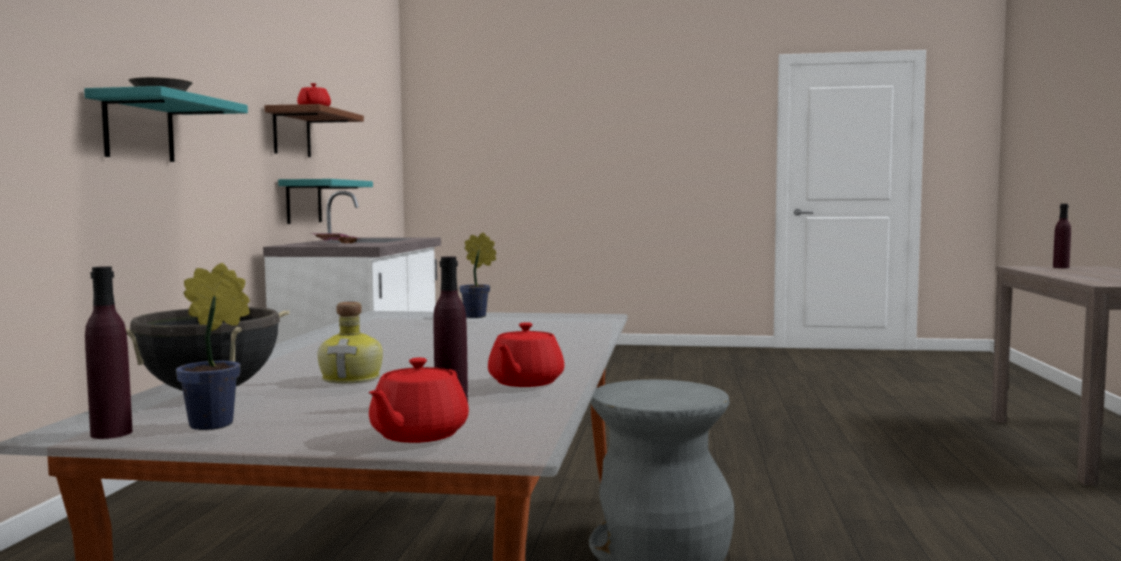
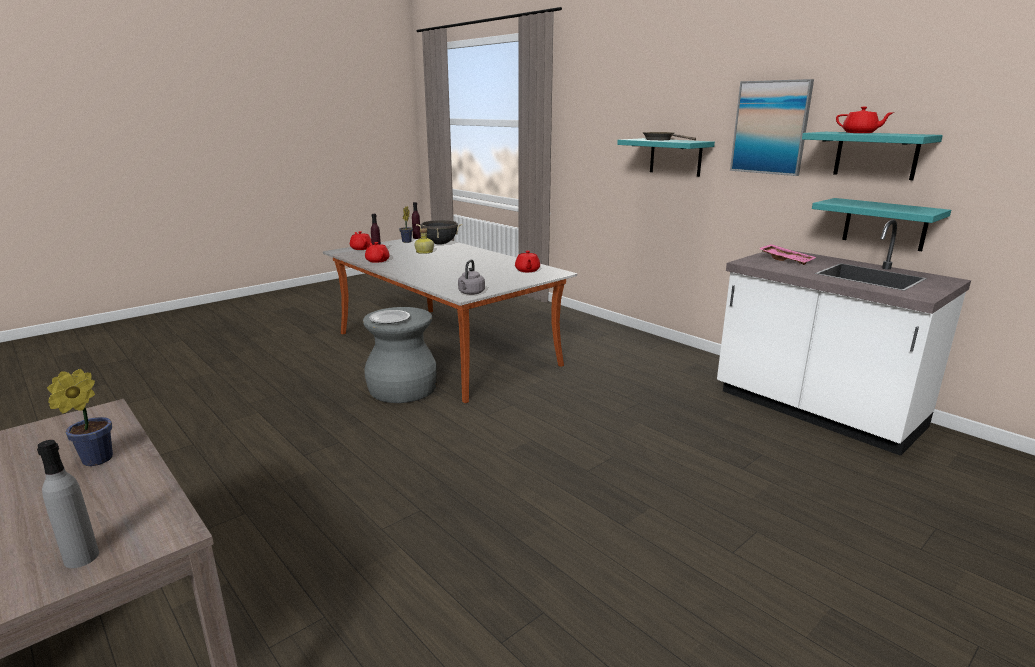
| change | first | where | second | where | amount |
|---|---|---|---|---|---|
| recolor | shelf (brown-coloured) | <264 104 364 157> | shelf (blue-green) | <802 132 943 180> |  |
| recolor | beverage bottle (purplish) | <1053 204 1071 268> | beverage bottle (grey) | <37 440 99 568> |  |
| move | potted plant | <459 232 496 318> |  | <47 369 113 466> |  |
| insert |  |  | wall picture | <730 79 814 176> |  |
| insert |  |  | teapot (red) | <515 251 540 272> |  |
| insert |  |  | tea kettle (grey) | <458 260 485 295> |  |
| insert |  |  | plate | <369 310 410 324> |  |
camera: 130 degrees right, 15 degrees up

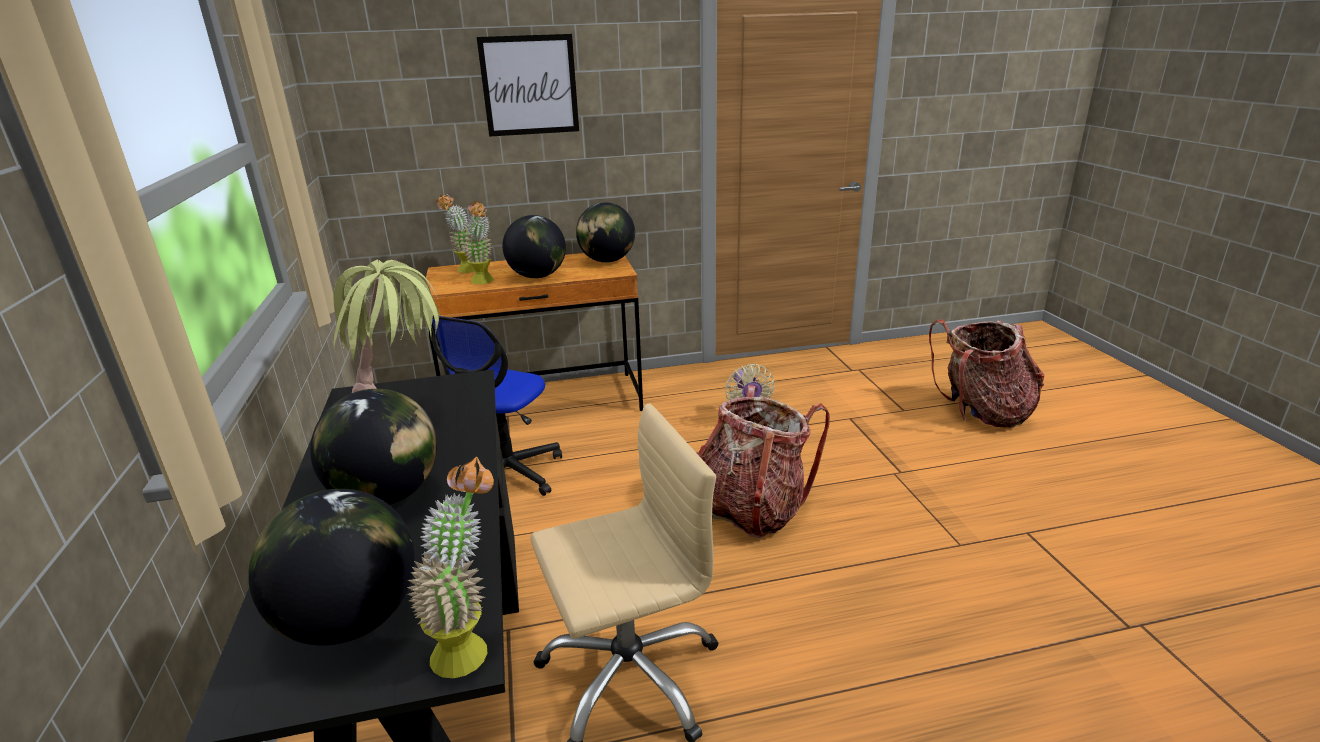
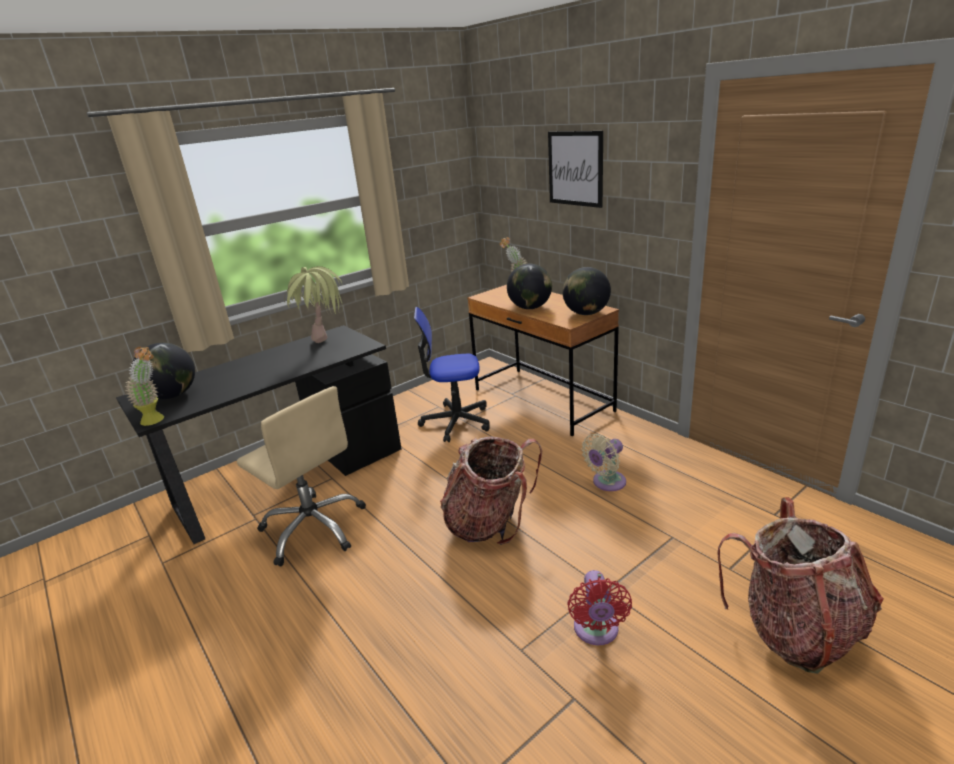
| change | first | where | second | where | amount |
|---|---|---|---|---|---|
| delete | potted plant | <462 201 494 284> |  |  |  |
| delete | desk globe | <310 389 437 505> |  |  |  |
| insert |  |  | fan (red) | <567 570 632 645> |  |
camera: 65 degrees right, 0 degrees up

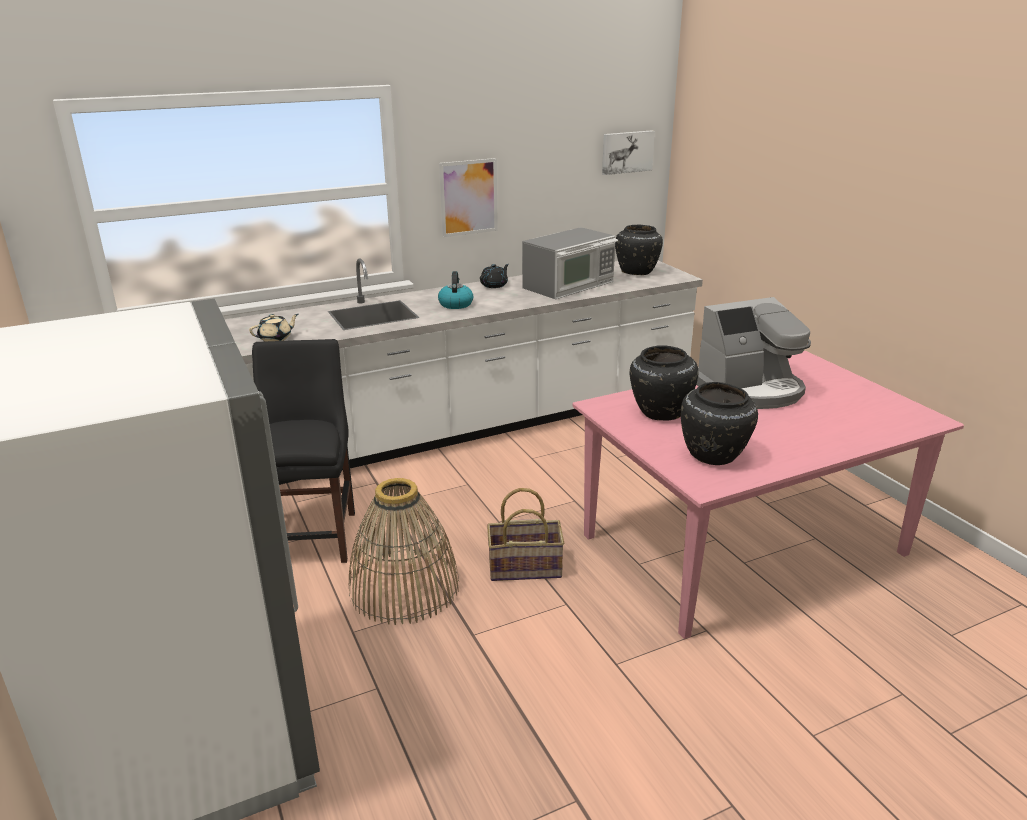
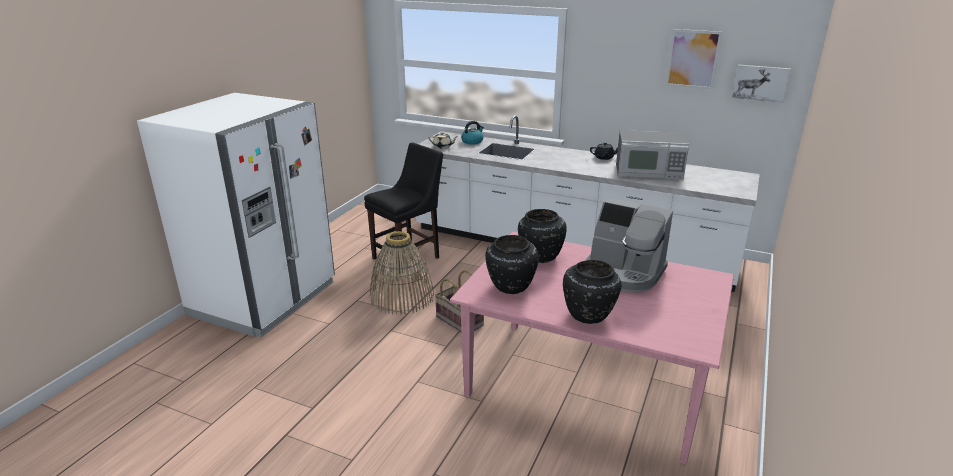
| change | first | where | second | where | amount |
|---|---|---|---|---|---|
| move | wall picture | <439 158 498 237> |  | <665 29 722 90> |  |
| move | vase (black) | <615 225 663 275> |  | <563 260 621 324> |  |
| move | tea kettle | <438 271 473 309> |  | <461 121 484 145> |  |
camera: 50 degrees right, 0 degrees up

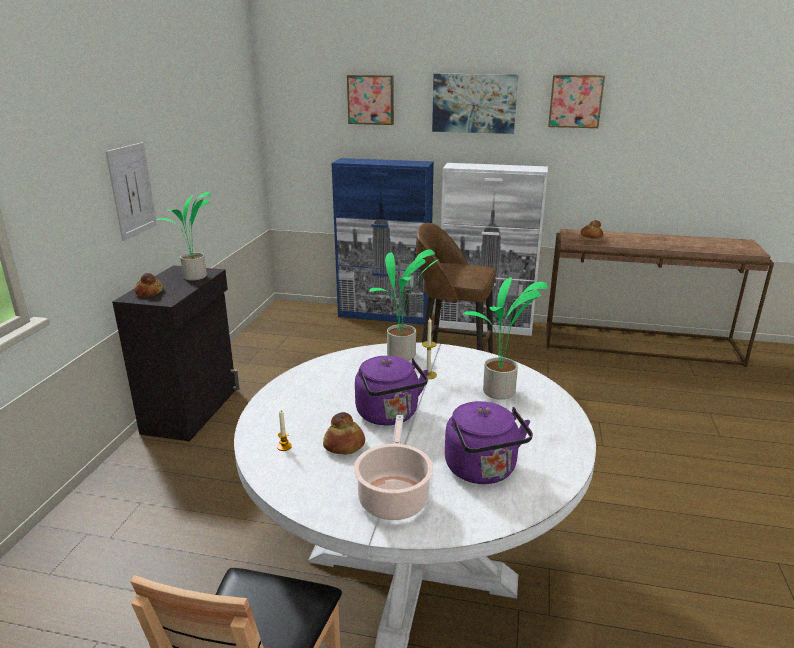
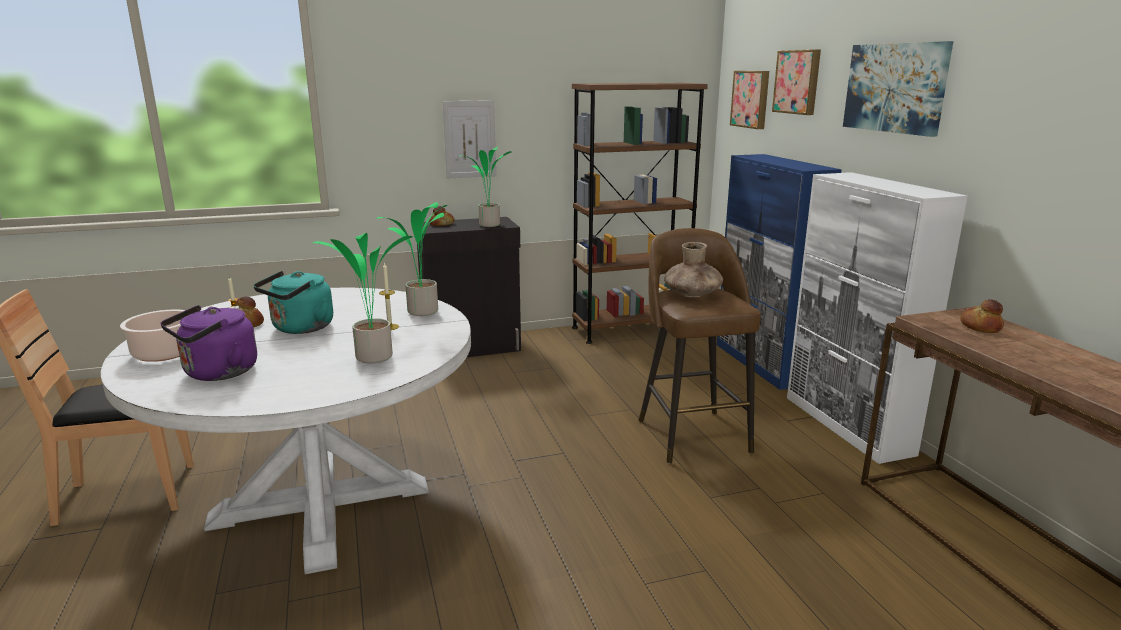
| change | first | where | second | where | amount |
|---|---|---|---|---|---|
| move | wall picture | <548 75 605 128> |  | <730 71 769 129> |  |
| recolor | tea kettle (purplish) | <355 356 429 425> | tea kettle (blue-green) | <253 271 333 334> |  |
| insert |  |  | bookshelf (brown-coloured) | <572 83 708 344> |  |
| insert |  |  | vase (brown-coloured) | <664 242 723 297> |  |
camera: 60 degrees right, 5 degrees down

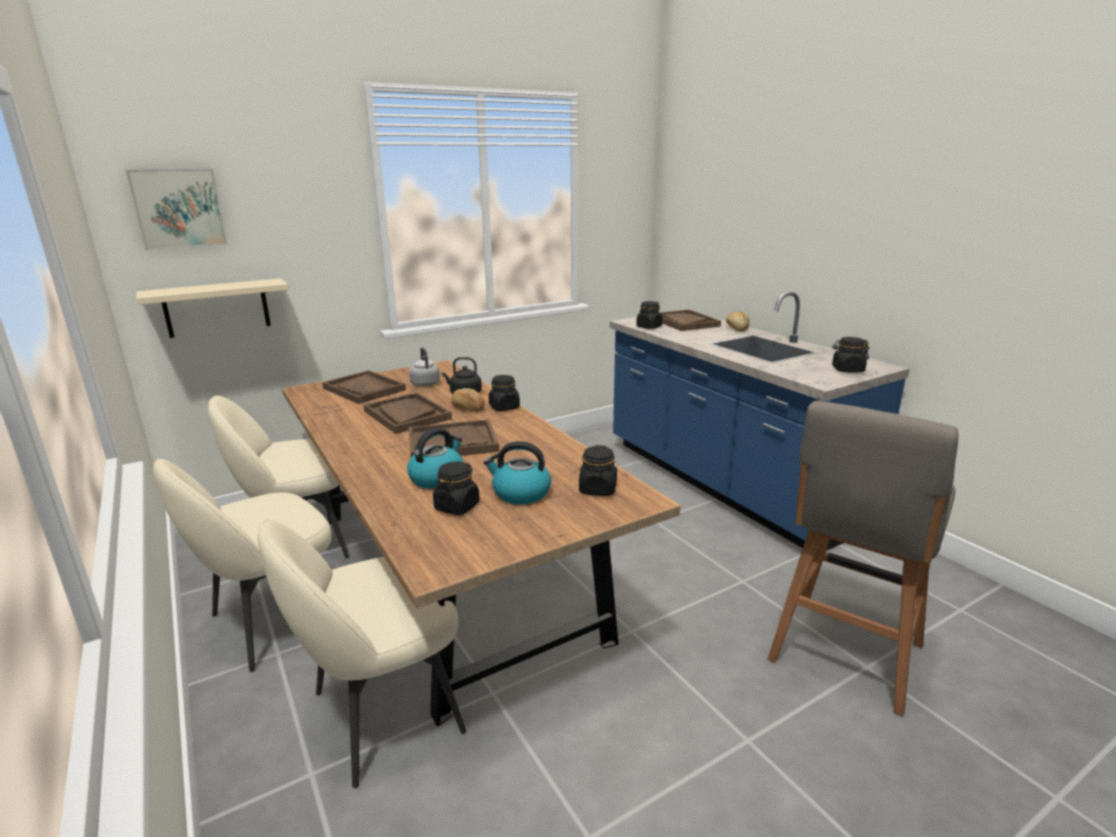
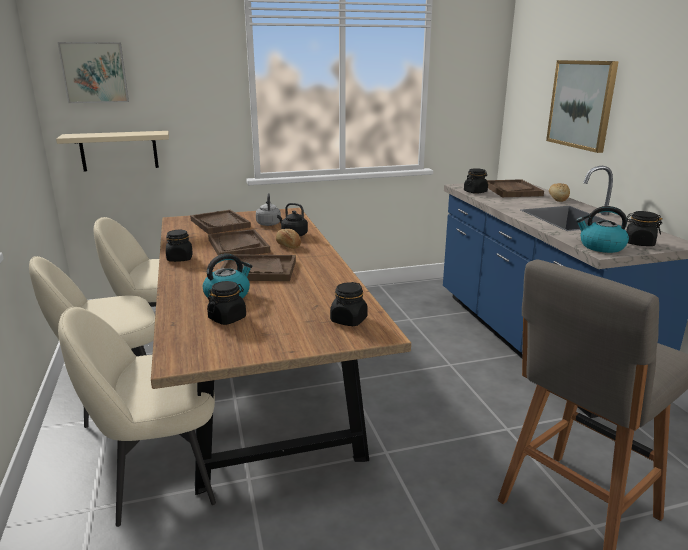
| change | first | where | second | where | amount |
|---|---|---|---|---|---|
| move | jar (black) | <489 375 520 411> |  | <166 229 193 262> |  |
| move | tea kettle | <483 441 551 505> |  | <576 206 629 253> |  |
| insert |  |  | wall picture | <546 60 619 153> |  |
camera: 15 degrees right, 0 degrees up

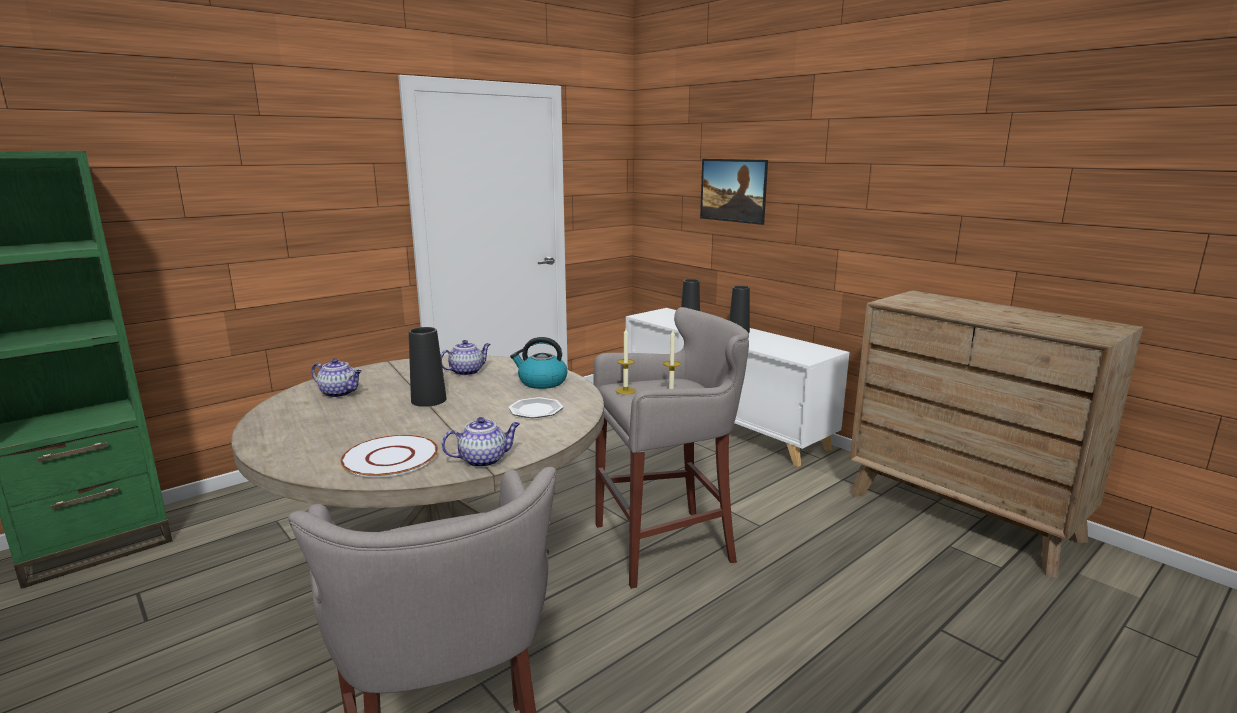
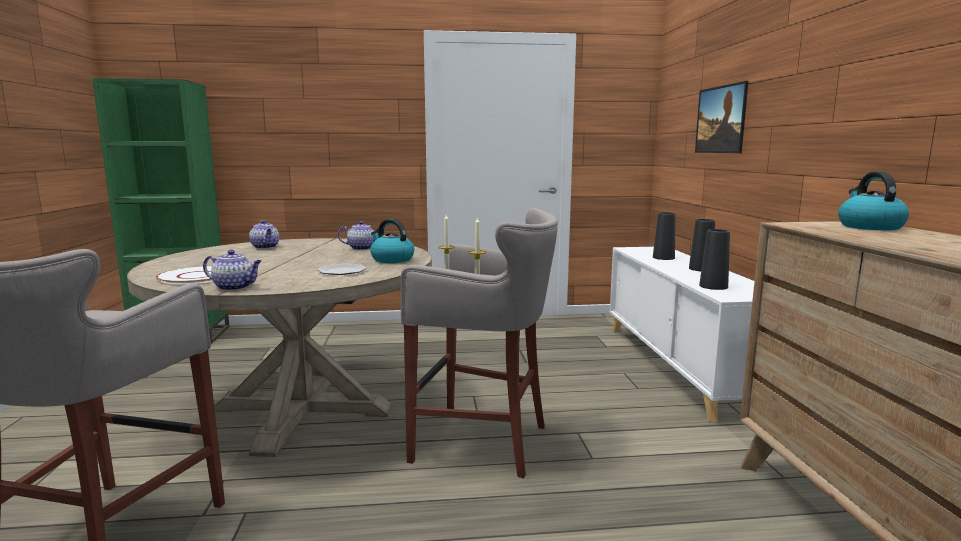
| change | first | where | second | where | amount |
|---|---|---|---|---|---|
| move | vase (black) | <409 327 447 407> |  | <699 229 730 290> |  |
| insert |  |  | tea kettle | <838 171 909 230> |  |
camera: 35 degrees right, 5 degrees down

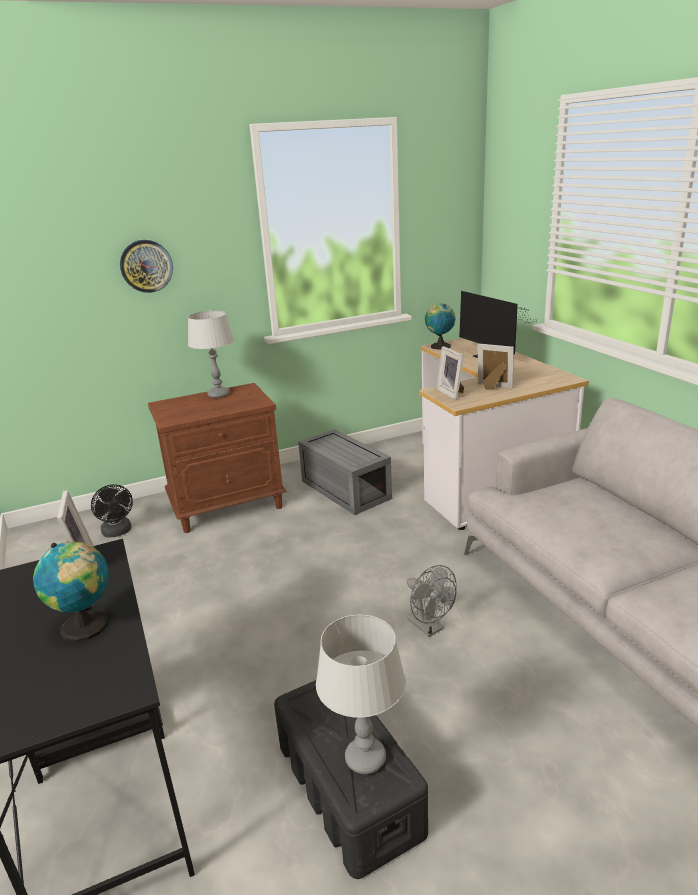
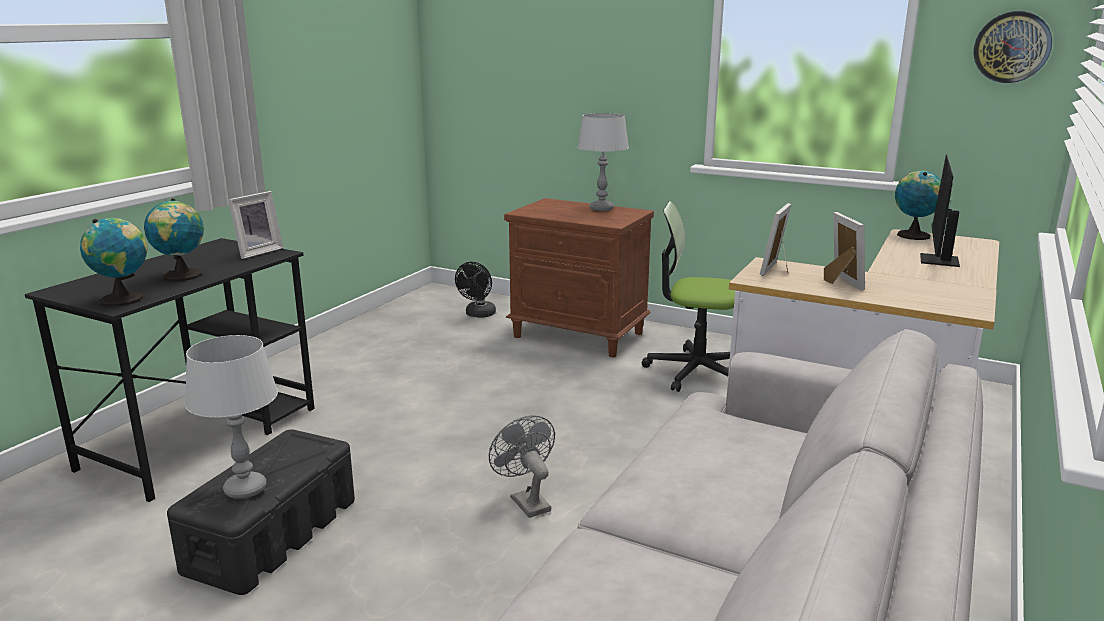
| change | first | where | second | where | amount |
|---|---|---|---|---|---|
| move | clock on the wall | <120 240 173 293> |  | <974 11 1052 83> |  |
| replace | storage bin (grey) | <298 429 392 515> | computer chair | <642 201 735 392> |  |
| rotate | fan (grey) | <407 565 457 637> |  | <489 415 555 518> | 135 degrees clockwise |
| insert |  |  | desk globe | <80 218 147 307> |  |
camera: 50 degrees right, 5 degrees down

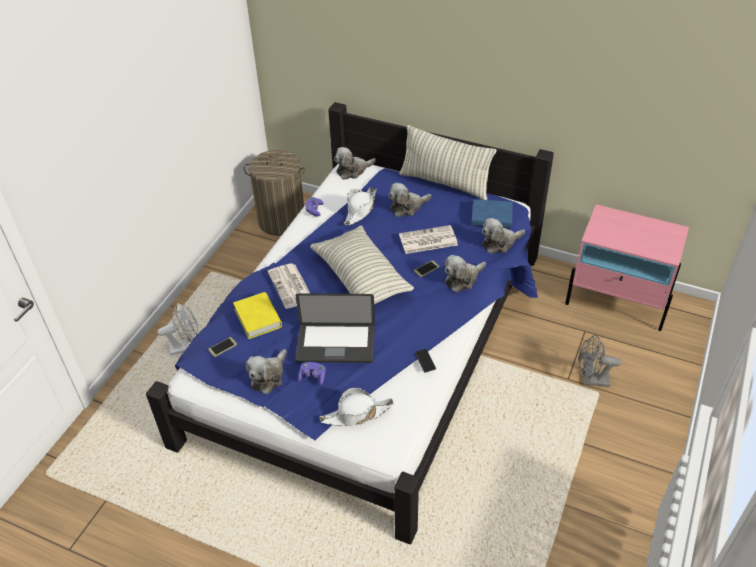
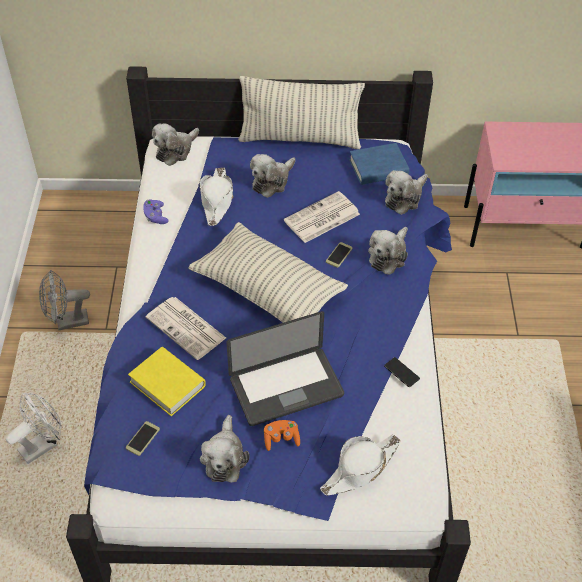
| change | first | where | second | where | amount |
|---|---|---|---|---|---|
| delete | hamper | <243 150 305 236> |  |  |  |
| move | fan (grey) | <578 334 621 387> |  | <39 270 90 330> |  |
| recolor | joypad (purplish) | <298 362 326 385> | joypad (orange) | <264 420 300 451> |  |
camera: 25 degrees left, 5 degrees up

